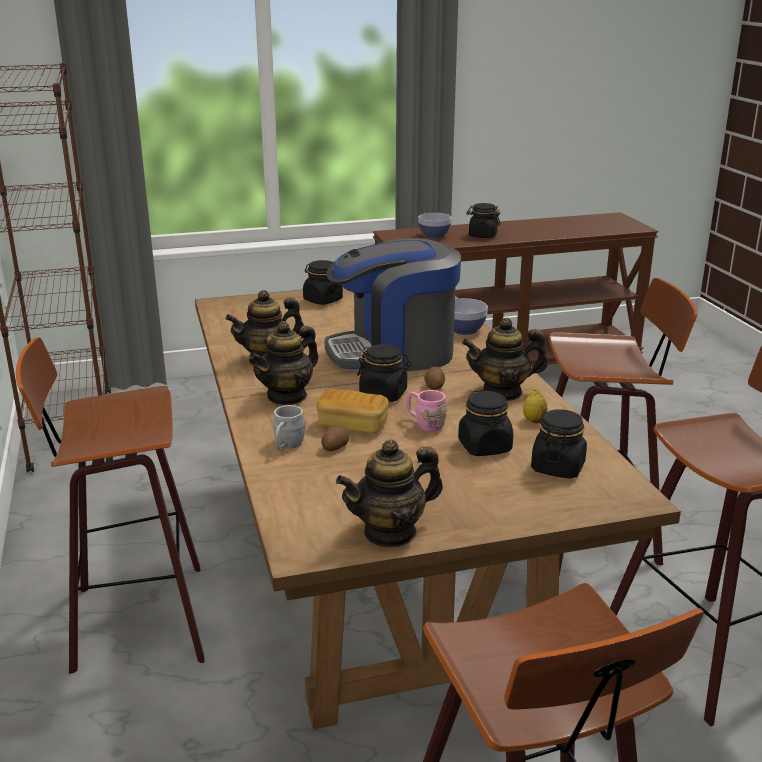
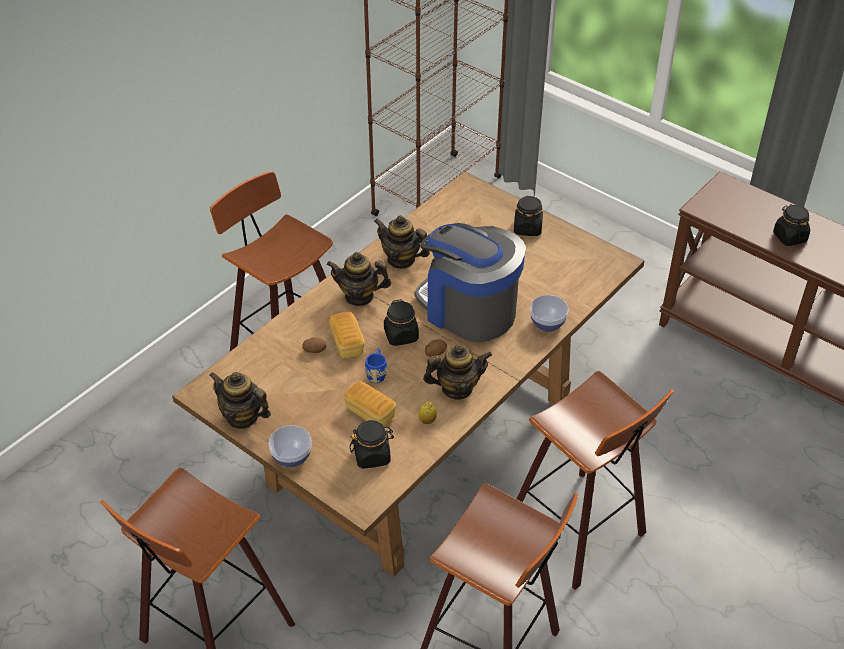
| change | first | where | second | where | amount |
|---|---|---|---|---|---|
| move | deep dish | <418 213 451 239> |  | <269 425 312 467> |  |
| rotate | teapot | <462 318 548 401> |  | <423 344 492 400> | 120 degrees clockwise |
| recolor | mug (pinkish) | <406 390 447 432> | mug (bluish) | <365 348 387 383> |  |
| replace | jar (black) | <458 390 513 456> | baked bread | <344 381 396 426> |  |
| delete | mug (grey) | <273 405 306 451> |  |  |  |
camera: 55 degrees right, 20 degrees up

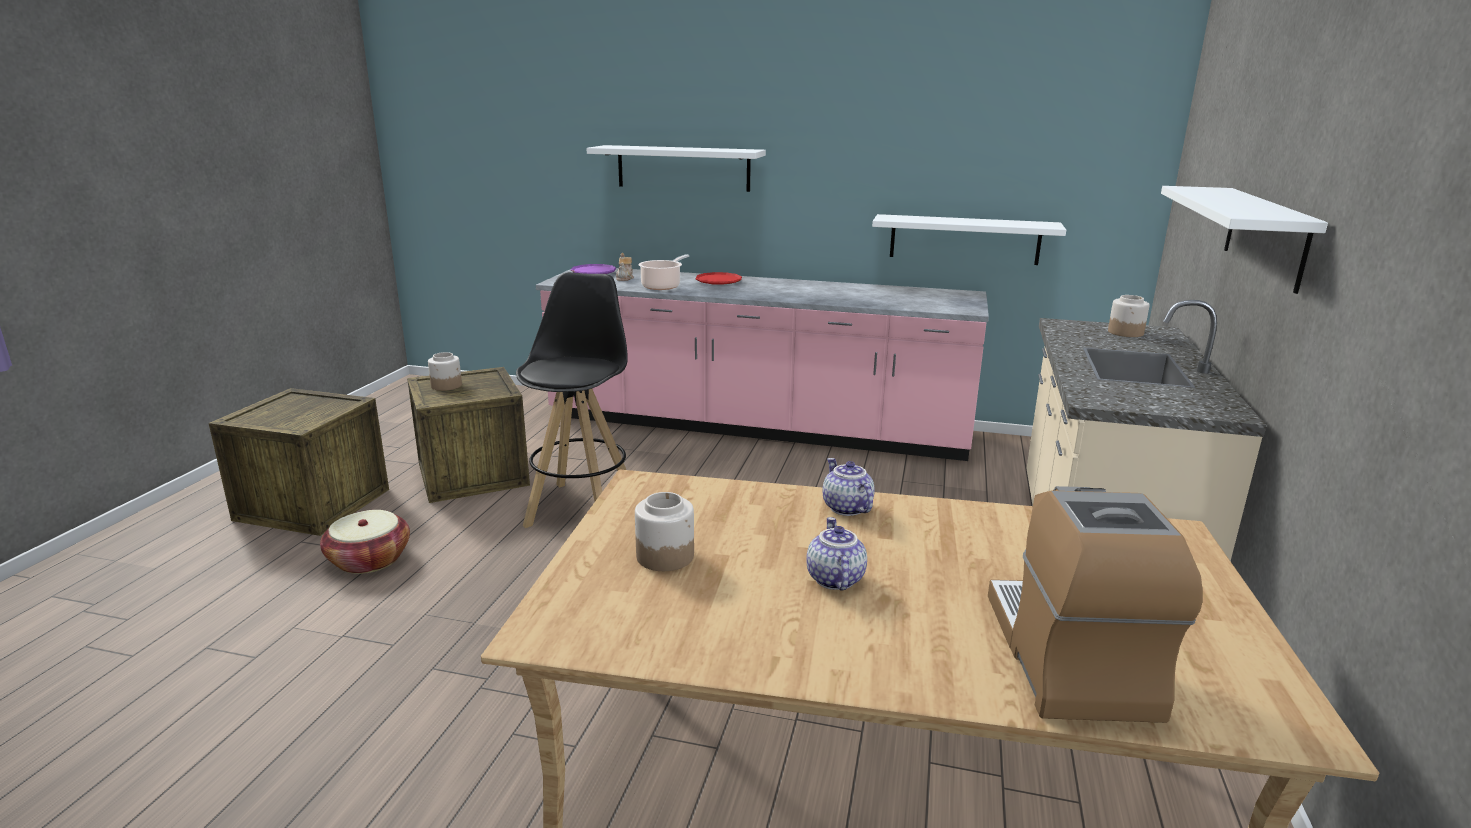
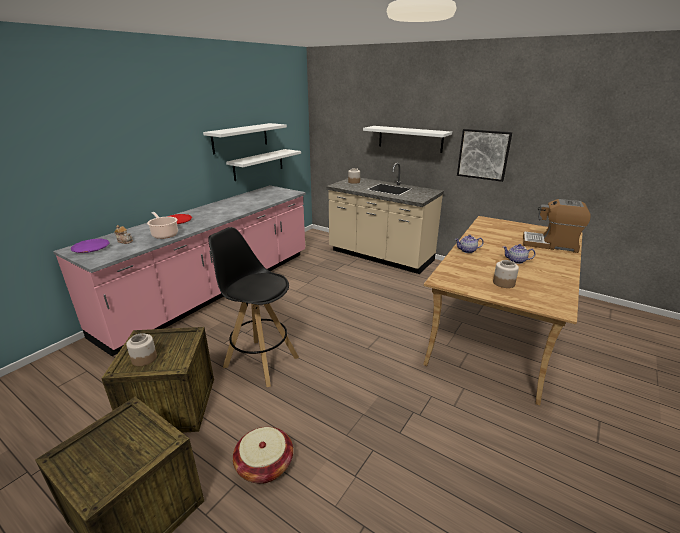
| change | first | where | second | where | amount |
|---|---|---|---|---|---|
| move | shelf (whitish) | <586 145 766 192> |  | <203 123 287 154> |  |
| insert |  |  | wall picture | <457 129 512 182> |  |
camera: 70 degrees left, 5 degrees up

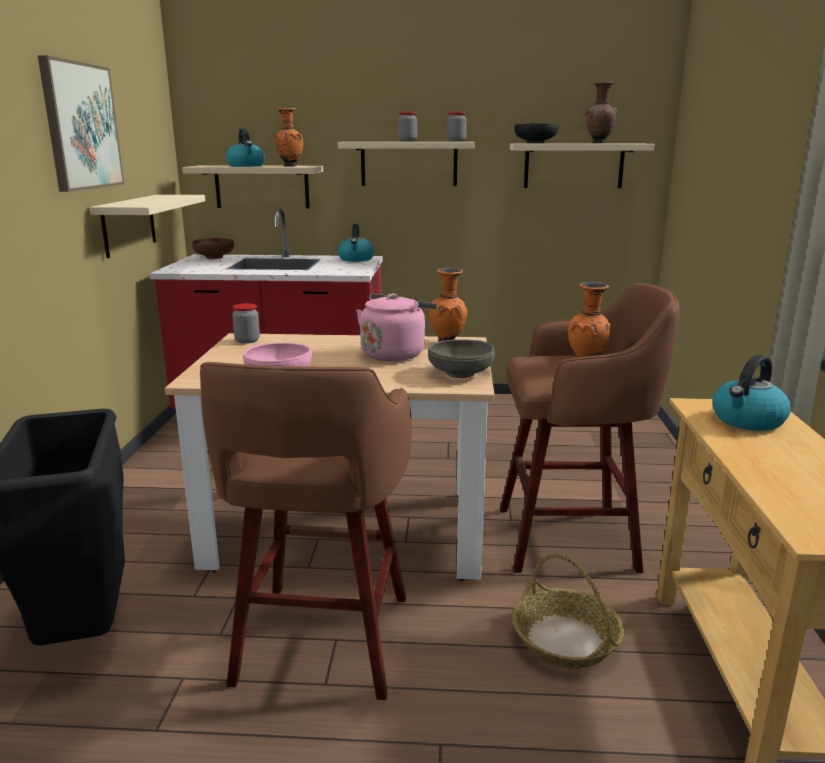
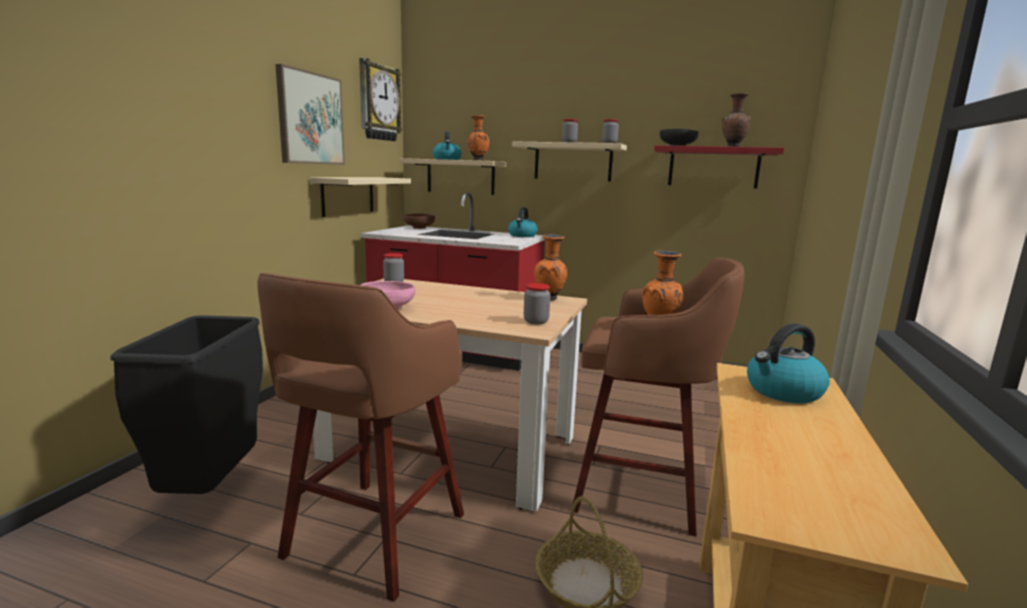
| change | first | where | second | where | amount |
|---|---|---|---|---|---|
| recolor | shelf (sand-coloured) | <510 143 654 188> | shelf (red) | <654 145 784 189> |  |
| delete | tea kettle (pinkish) | <356 293 437 361> |  |  |  |
| replace | deep dish (grey) | <428 339 495 378> | jar | <524 283 550 324> |  |
| insert |  |  | clock on the wall | <359 58 402 141> |  |
camera: 15 degrees right, 5 degrees down

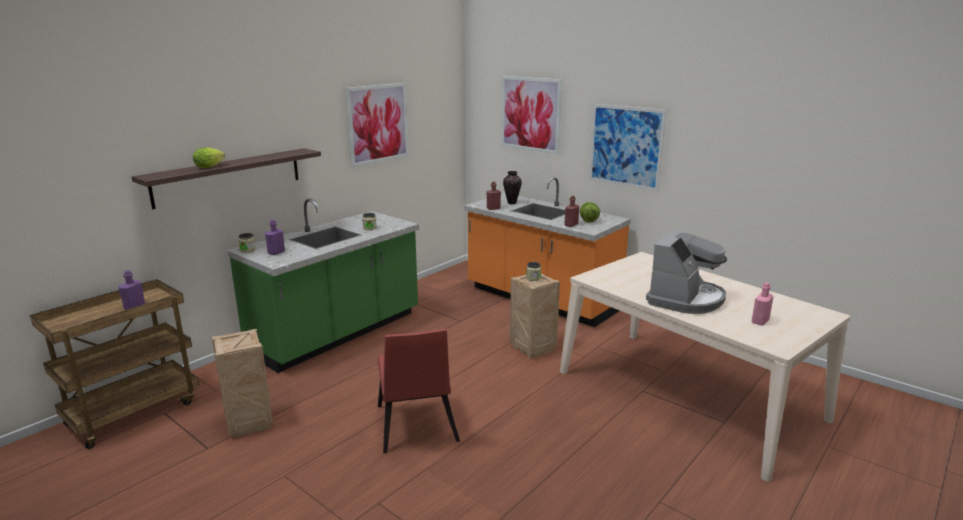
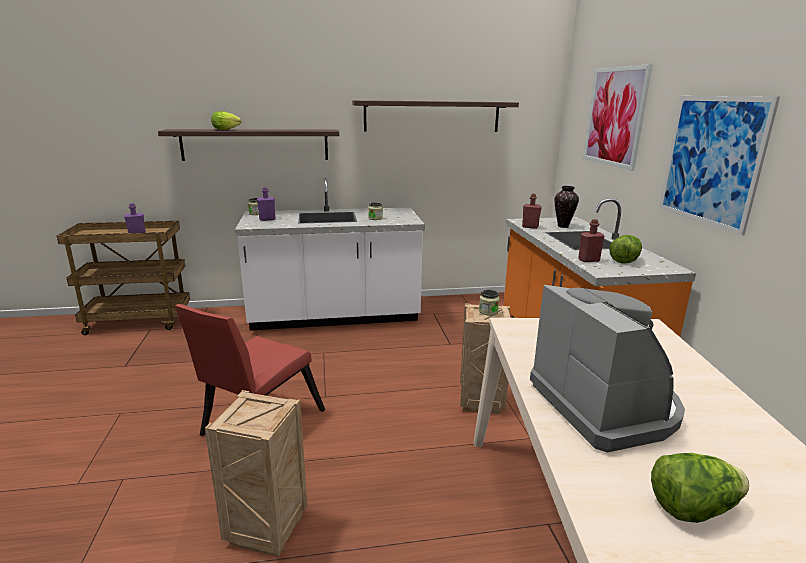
| change | first | where | second | where | amount |
|---|---|---|---|---|---|
| replace | wall picture | <346 83 409 167> | shelf | <352 100 519 132> |  |
| recolor | counter (green-coloured) | <227 199 419 373> | counter (whitish) | <235 178 425 331> |  |
| rotate | coffee brewer | <646 228 727 314> |  | <530 285 685 452> | 90 degrees counterclockwise |
| replace | beverage bottle (pinkish) | <752 282 774 326> | head of lettuce | <651 453 749 523> |  |
| move | crate | <212 328 273 437> |  | <205 390 307 557> |  |
camera: 40 degrees right, 0 degrees up

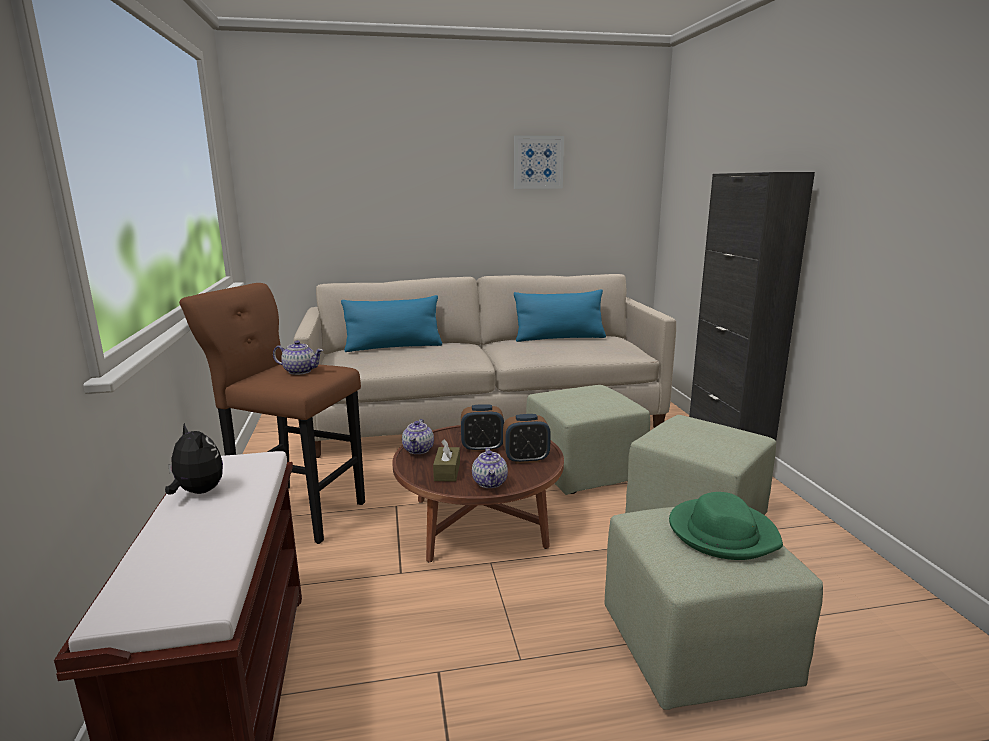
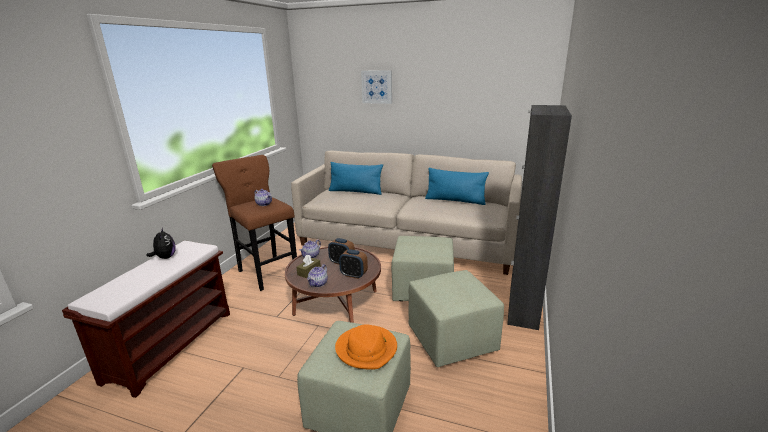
| change | first | where | second | where | amount |
|---|---|---|---|---|---|
| move | wall picture | <514 135 564 189> |  | <361 70 392 104> |  |
| recolor | clothing hat (green-coloured) | <669 492 783 560> | clothing hat (orange) | <335 324 397 369> |  |
camera: 30 degrees right, 5 degrees up

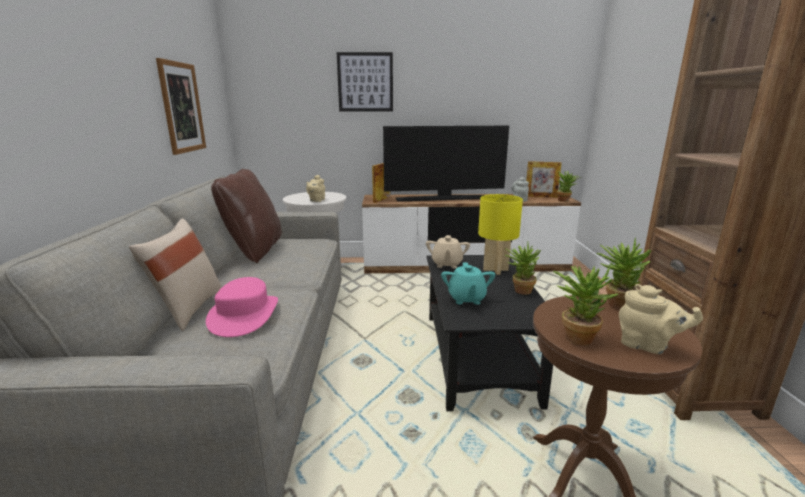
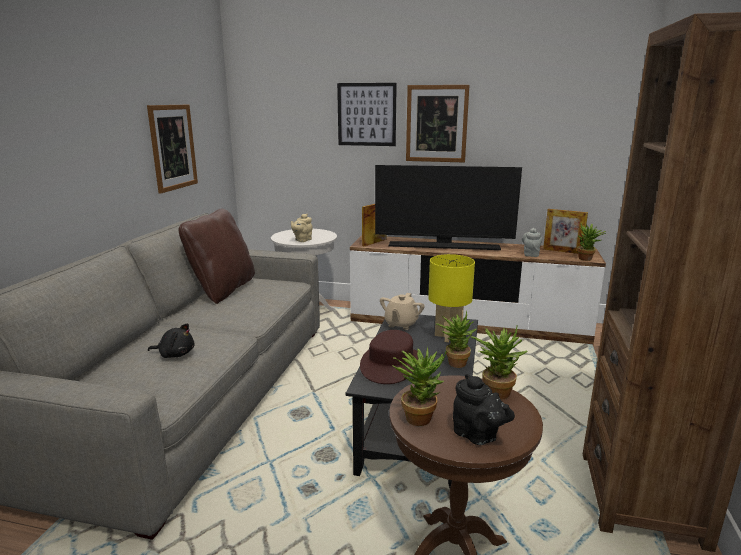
| change | first | where | second | where | amount |
|---|---|---|---|---|---|
| delete | throw pillow (sand-coloured) | <129 218 221 331> |  |  |  |
| replace | teapot (blue-green) | <441 263 495 305> | clothing hat (brown-coloured) | <360 330 418 384> |  |
| replace | clothing hat (pinkish) | <206 277 278 337> | cuddly toy (black) | <148 323 194 358> |  |
| recolor | teapot (sand-coloured) | <619 284 703 354> | teapot (black) | <453 374 515 445> |  |
| insert |  |  | wall picture | <406 85 469 163> |  |
camera: 15 degrees right, 0 degrees up

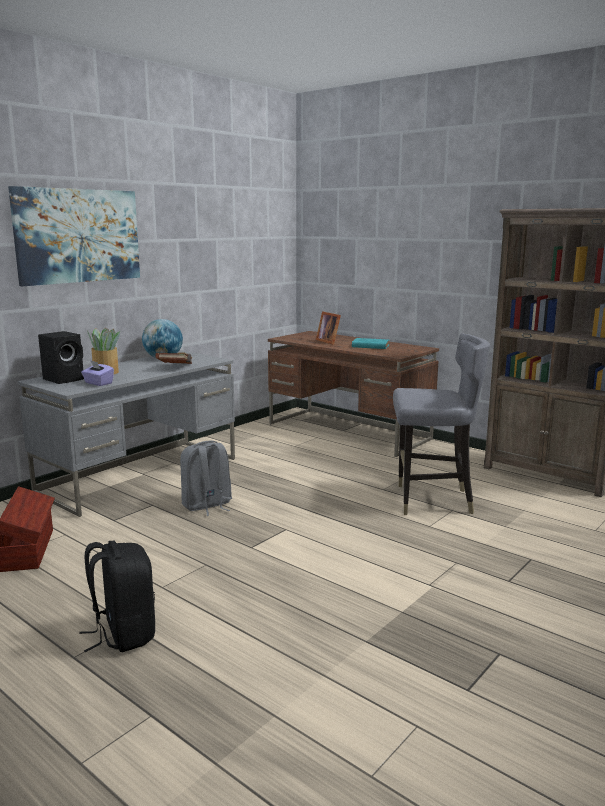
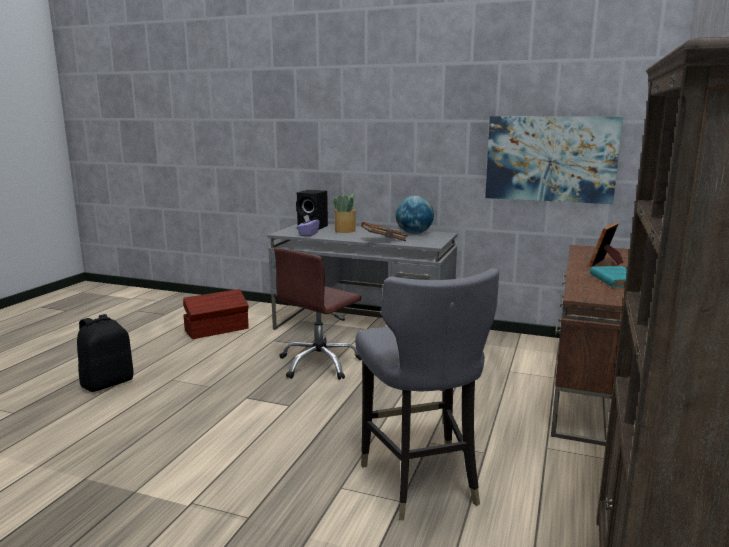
| change | first | where | second | where | amount |
|---|---|---|---|---|---|
| move | wall picture | <8 186 140 286> |  | <485 116 623 204> |  |
| replace | backpack (grey) | <180 440 232 516> | computer chair (brown-coloured) | <274 248 362 380> |  |
camera: 70 degrees right, 0 degrees up

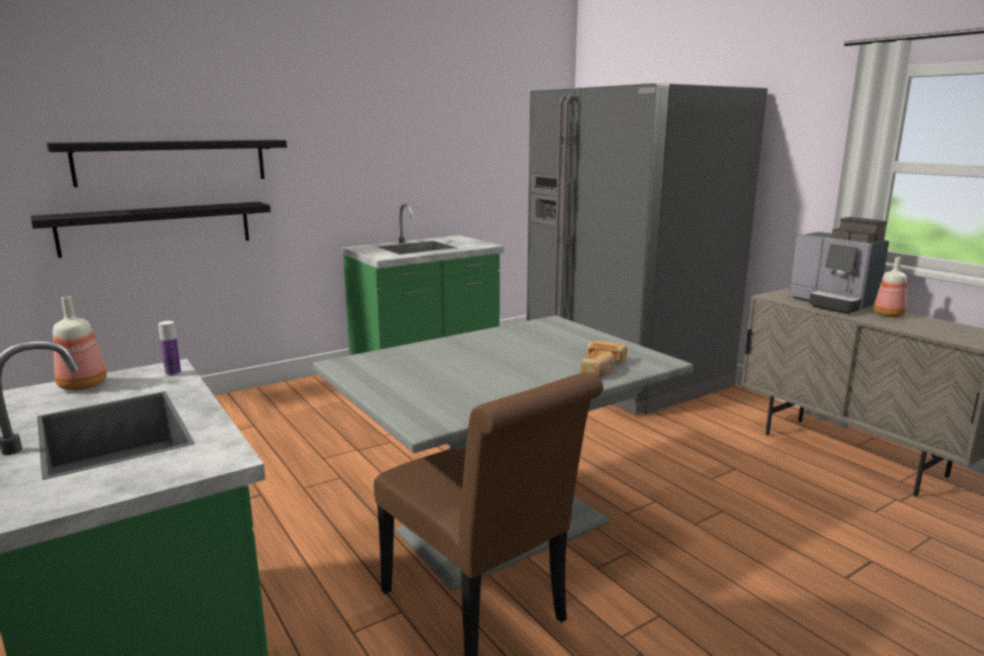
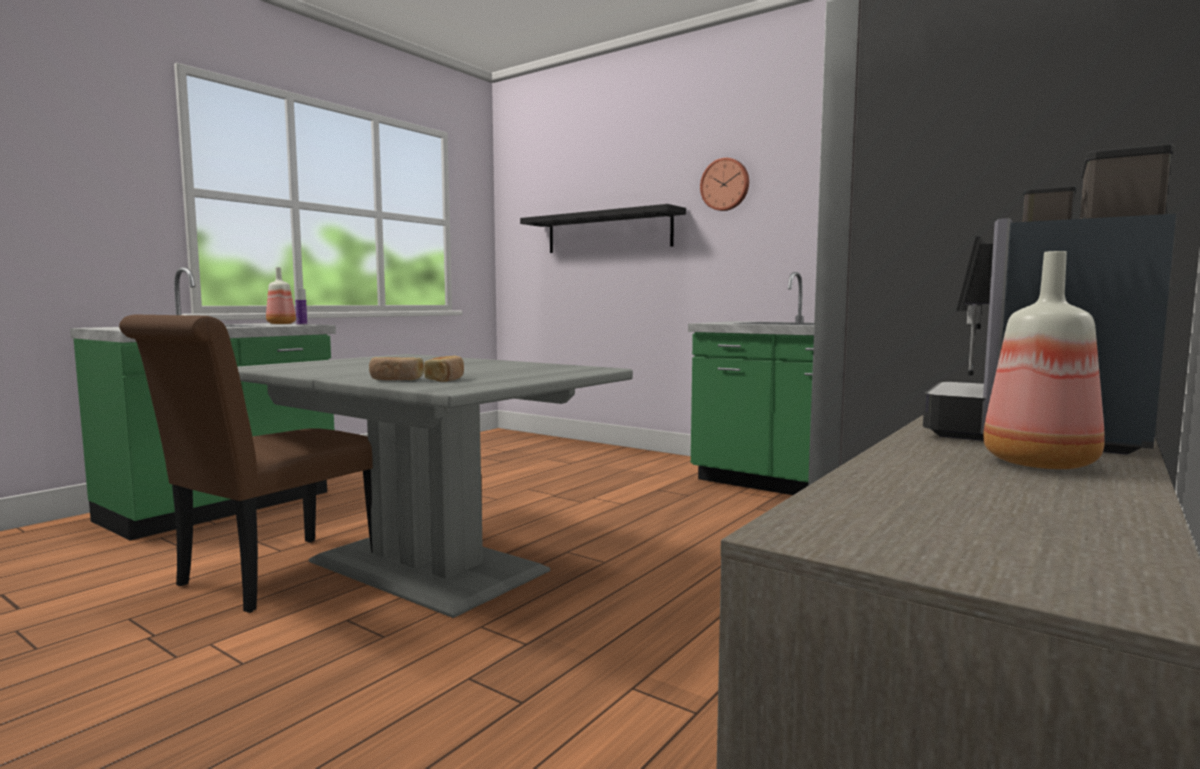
| change | first | where | second | where | amount |
|---|---|---|---|---|---|
| delete | shelf (black) | <30 202 271 258> |  |  |  |
| insert |  |  | clock on the wall | <700 158 749 211> |  |
camera: 70 degrees right, 10 degrees down

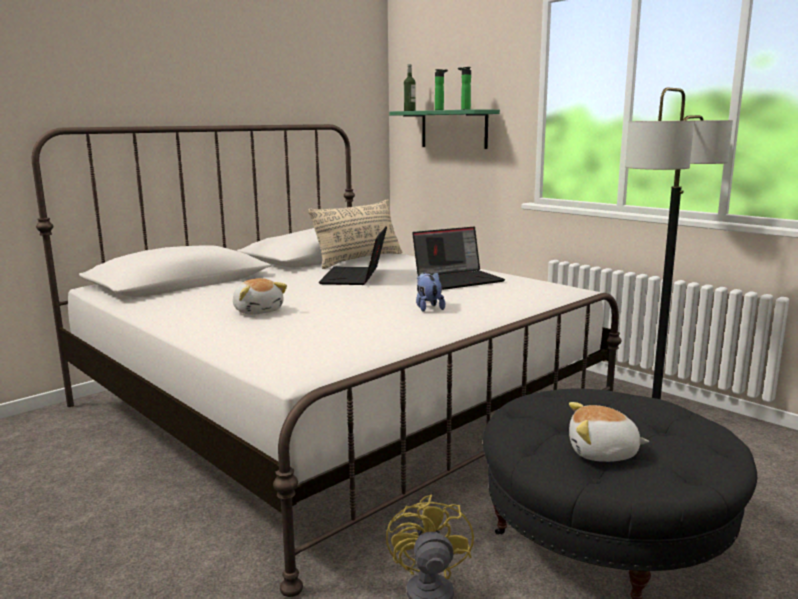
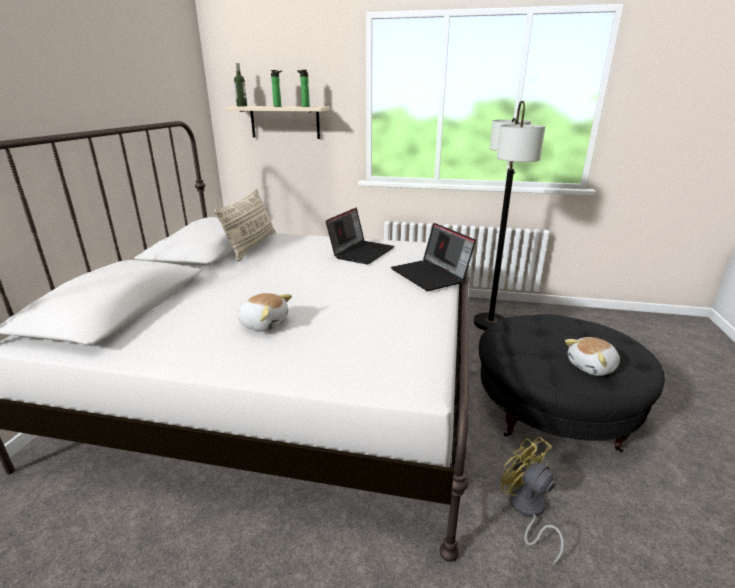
| change | first | where | second | where | amount |
|---|---|---|---|---|---|
| recolor | shelf (green-coloured) | <389 109 500 149> | shelf (sand-coloured) | <226 106 330 139> |  |
| move | laptop | <319 226 387 285> |  | <391 223 476 291> |  |
| delete | cuddly toy | <416 272 445 312> |  |  |  |
camera: 35 degrees left, 10 degrees up

